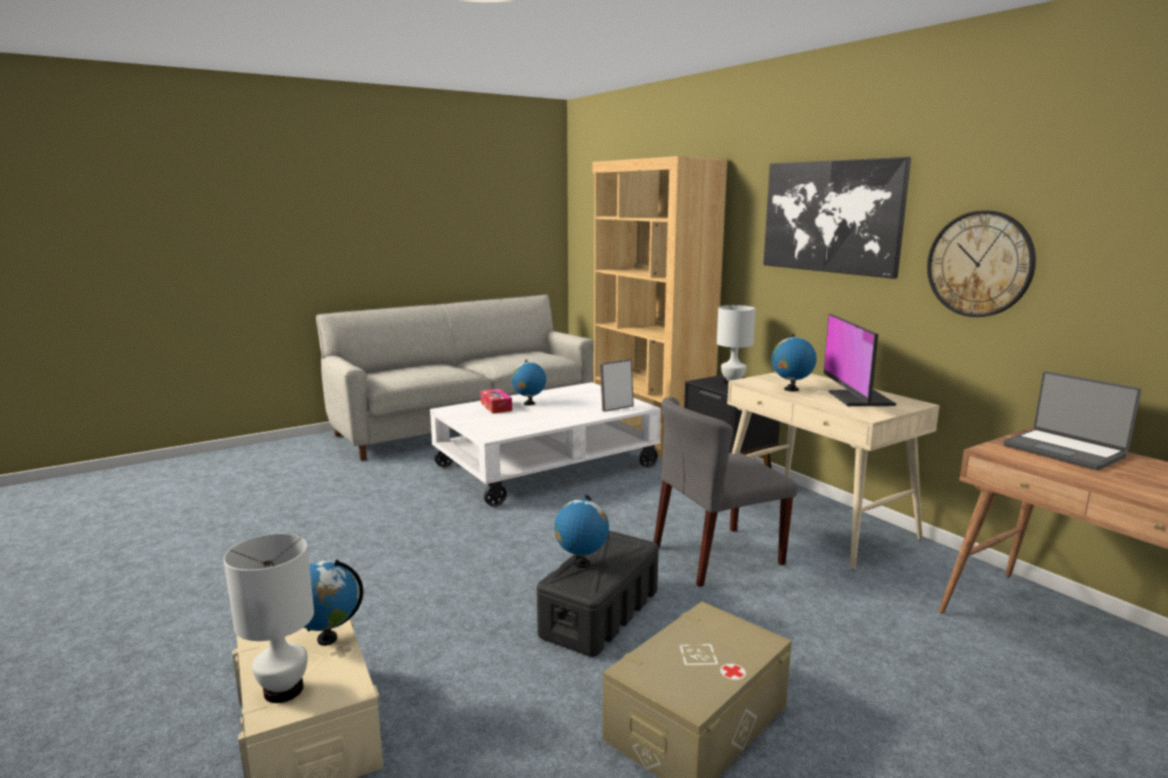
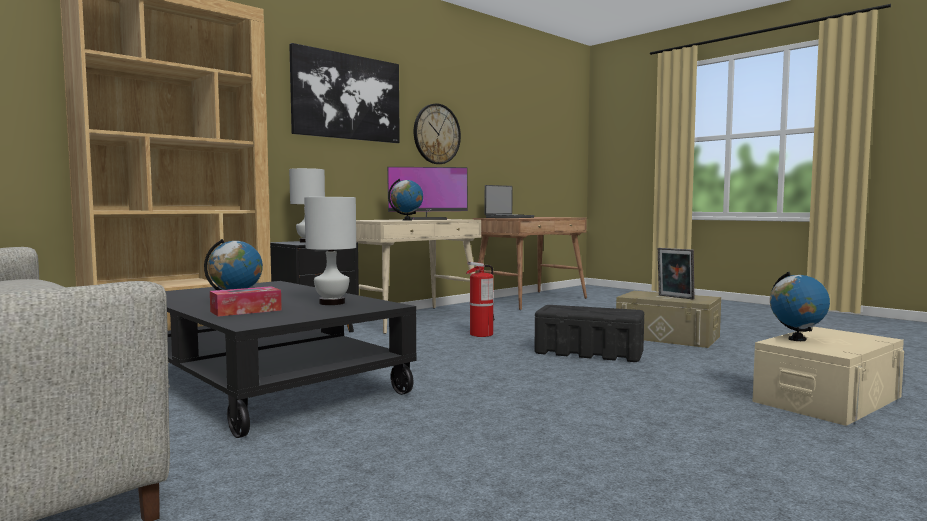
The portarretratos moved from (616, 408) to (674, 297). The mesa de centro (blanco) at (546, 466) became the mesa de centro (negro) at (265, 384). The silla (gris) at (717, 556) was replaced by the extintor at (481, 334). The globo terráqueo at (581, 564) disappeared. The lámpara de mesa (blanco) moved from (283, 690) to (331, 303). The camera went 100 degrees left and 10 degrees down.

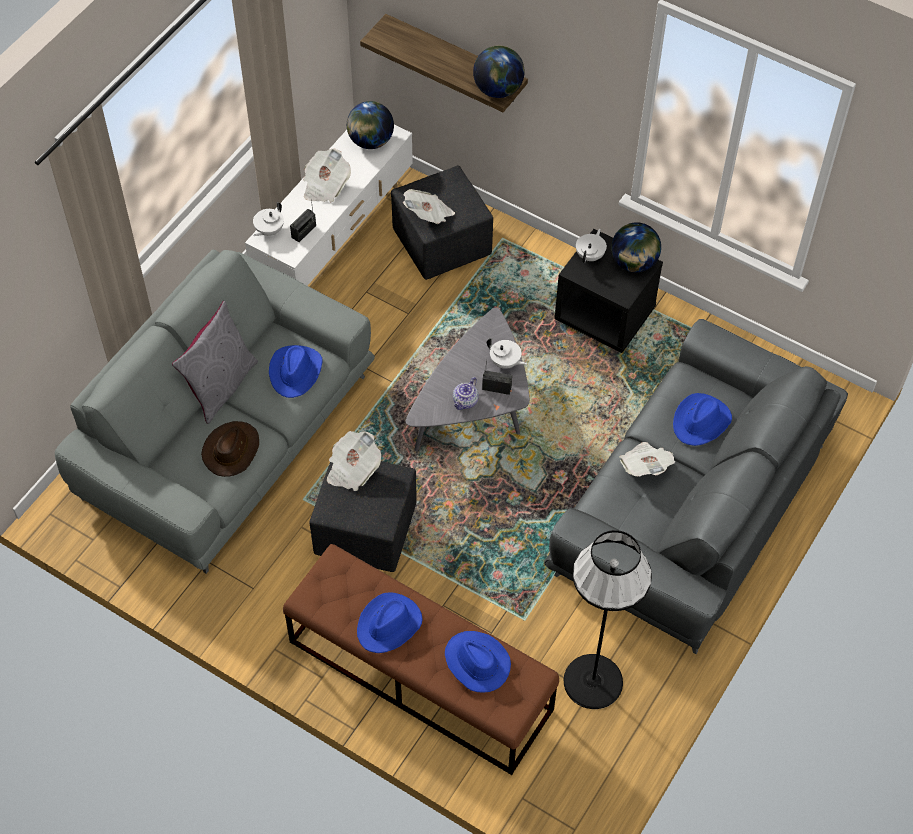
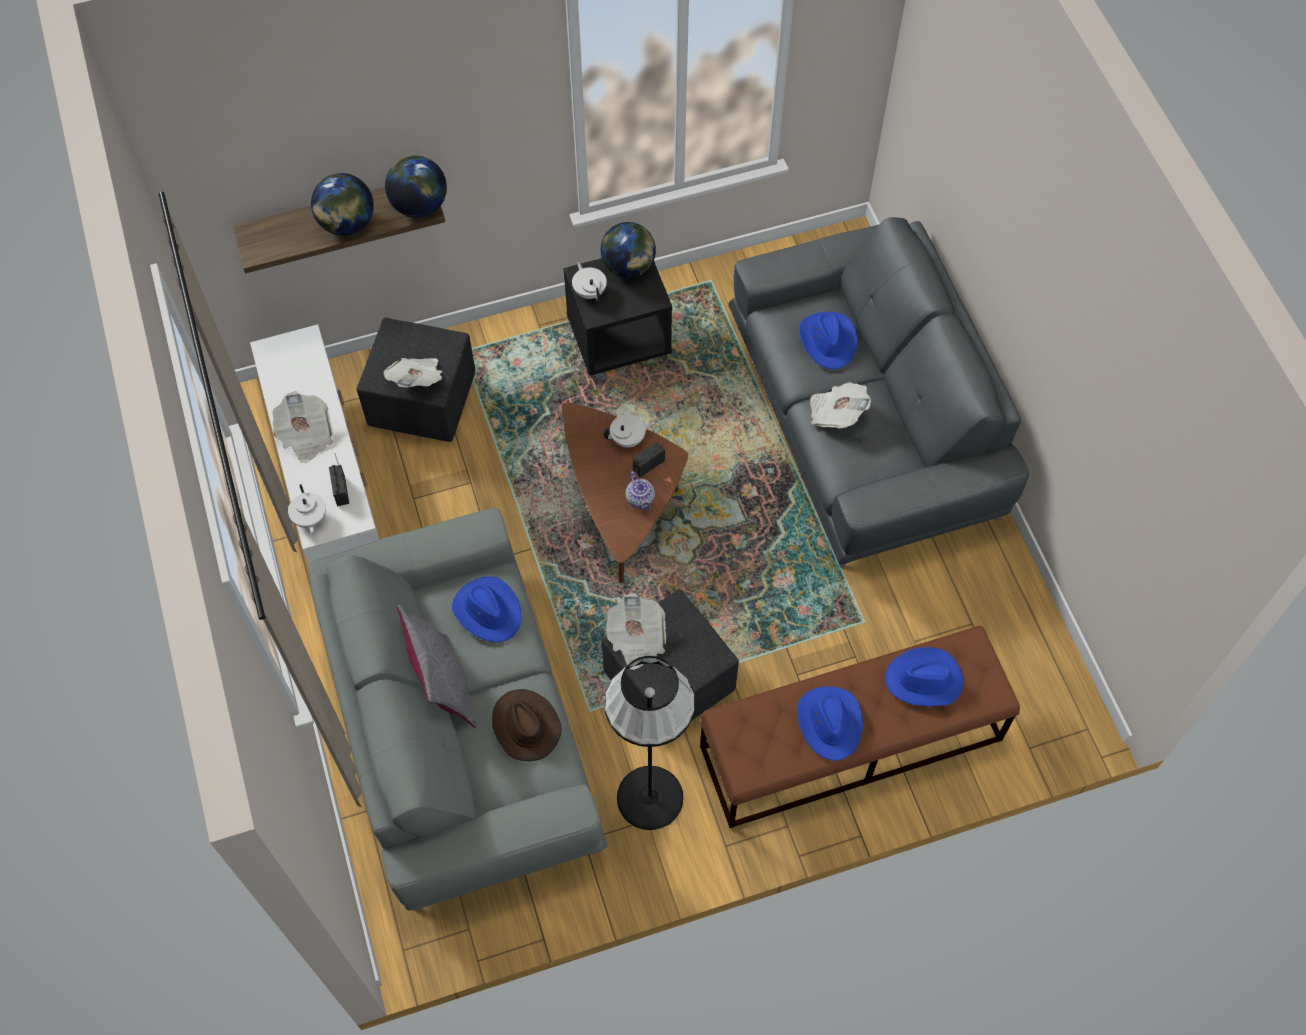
The globo terráqueo moved from (370, 141) to (347, 224). The mesa de centro (gris) at (474, 410) became the mesa de centro (marrón) at (622, 505). The lámpara de pie (negro) moved from (592, 681) to (649, 797). The camera went 50 degrees left and 5 degrees up.

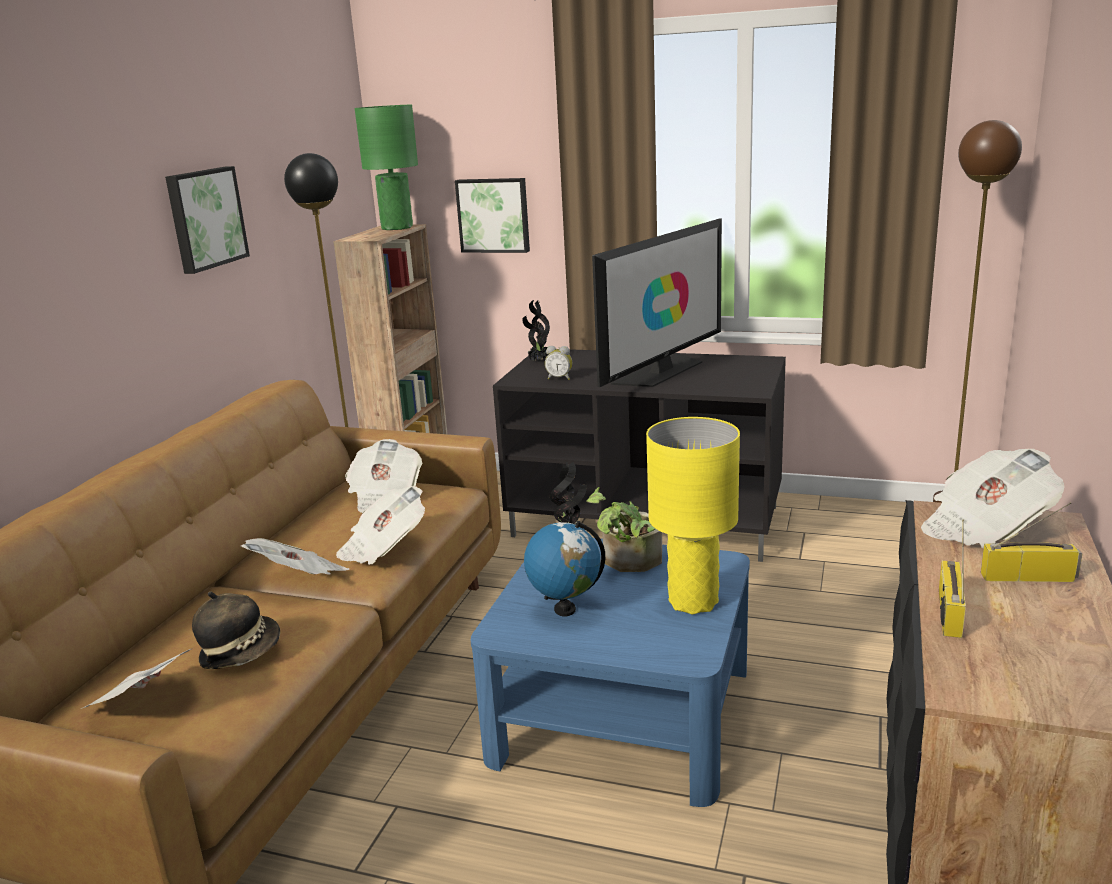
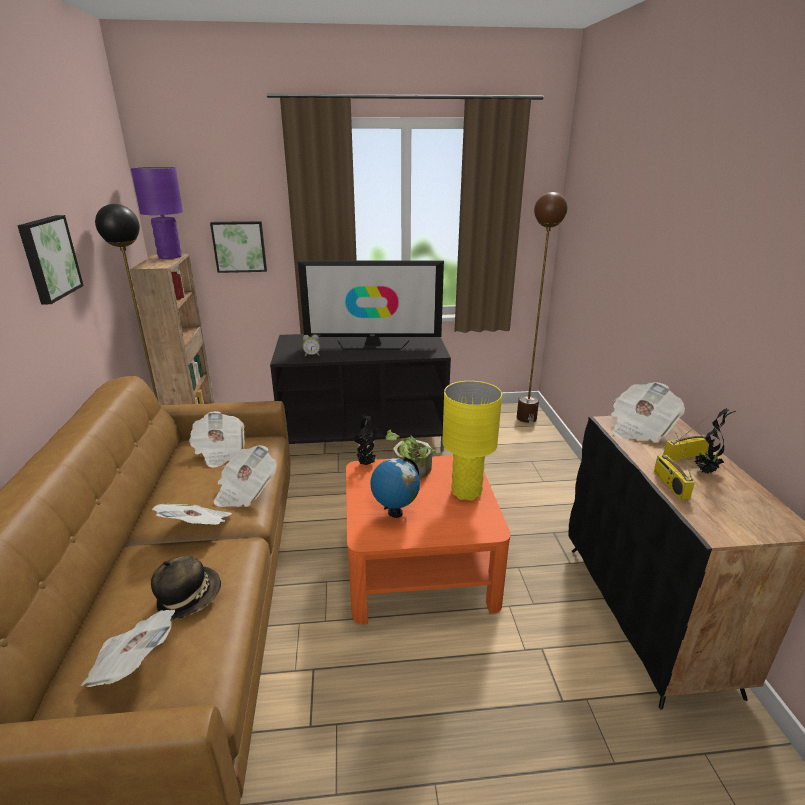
The lámpara de mesa (verde) at (397, 228) became the lámpara de mesa (morado) at (170, 257). The televisor at (661, 371) turned 75 degrees clockwise. The planta en maceta moved from (538, 361) to (705, 472). The mesa de centro (azul) at (621, 712) became the mesa de centro (naranja) at (418, 564). The camera went 25 degrees left and 5 degrees up.

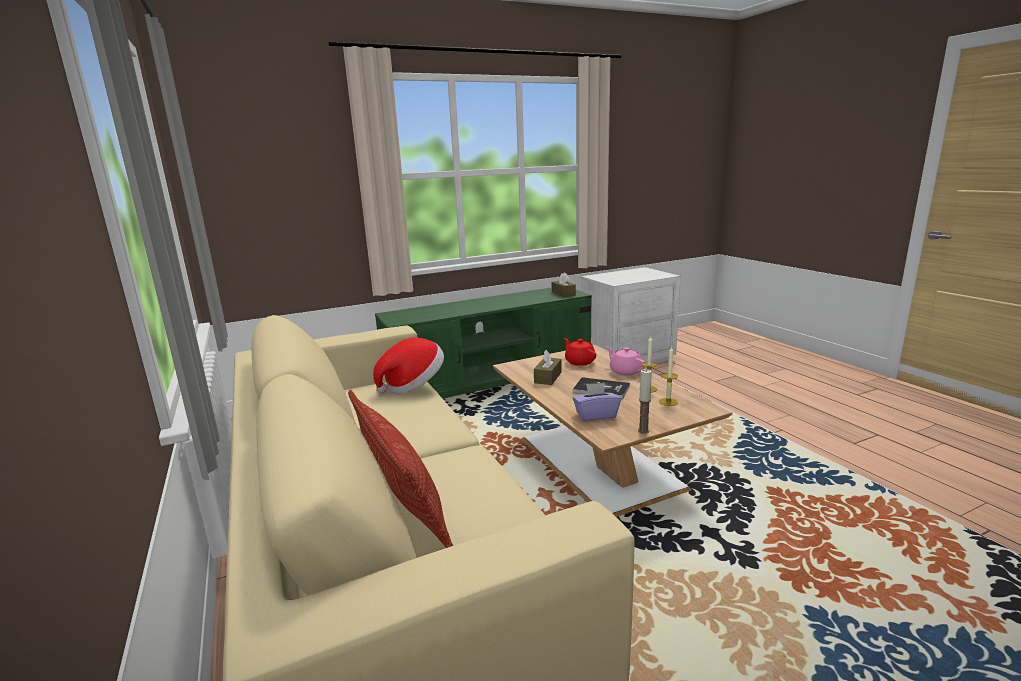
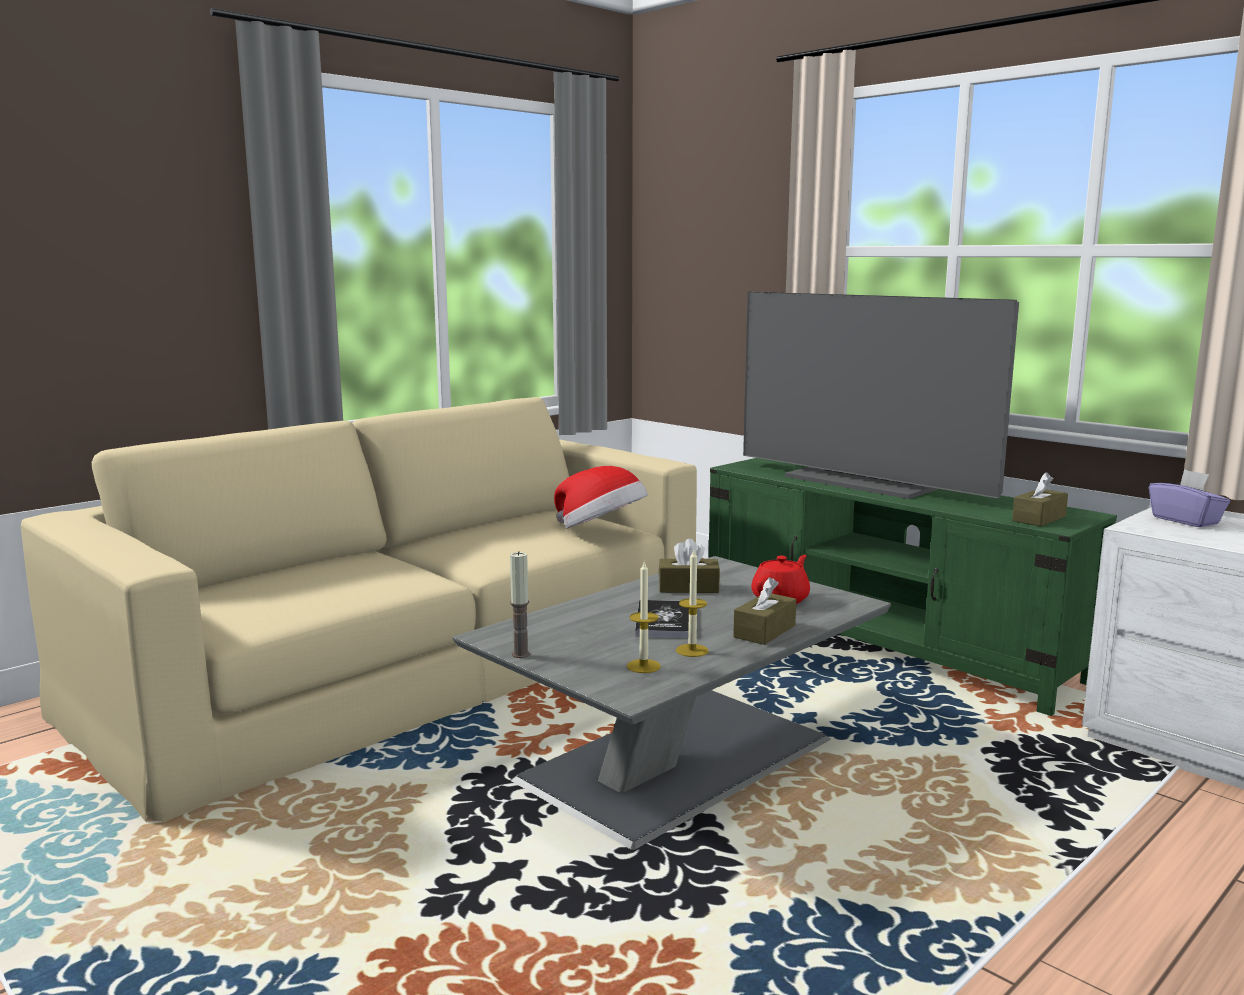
The mesa de centro (marrón) at (595, 461) became the mesa de centro (gris) at (680, 758). The tetera (rosa) at (625, 371) was replaced by the caja de pañuelos (marrón) at (764, 631). The caja de pañuelos (morado) moved from (596, 415) to (1185, 520). The cojín at (403, 506) disappeared. The televisor at (864, 482) appeared. The camera went 70 degrees right and 5 degrees down.

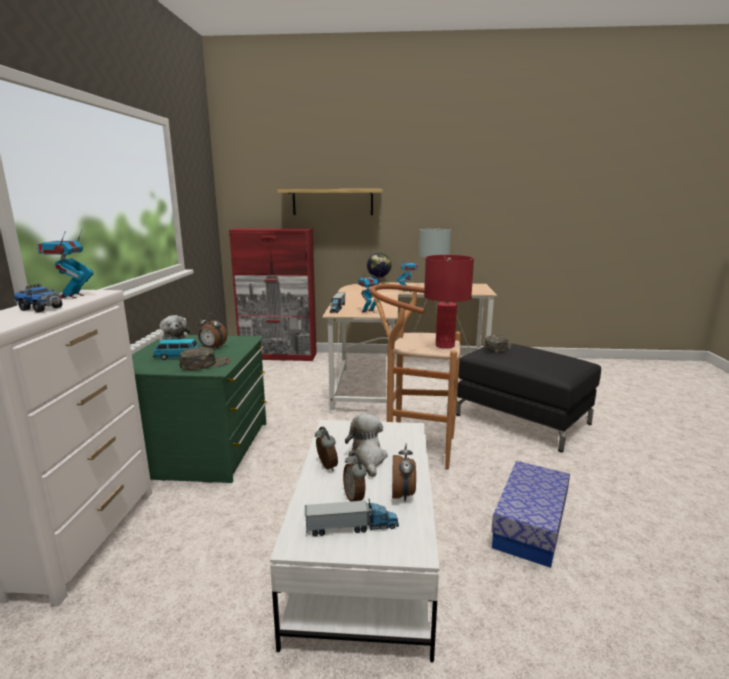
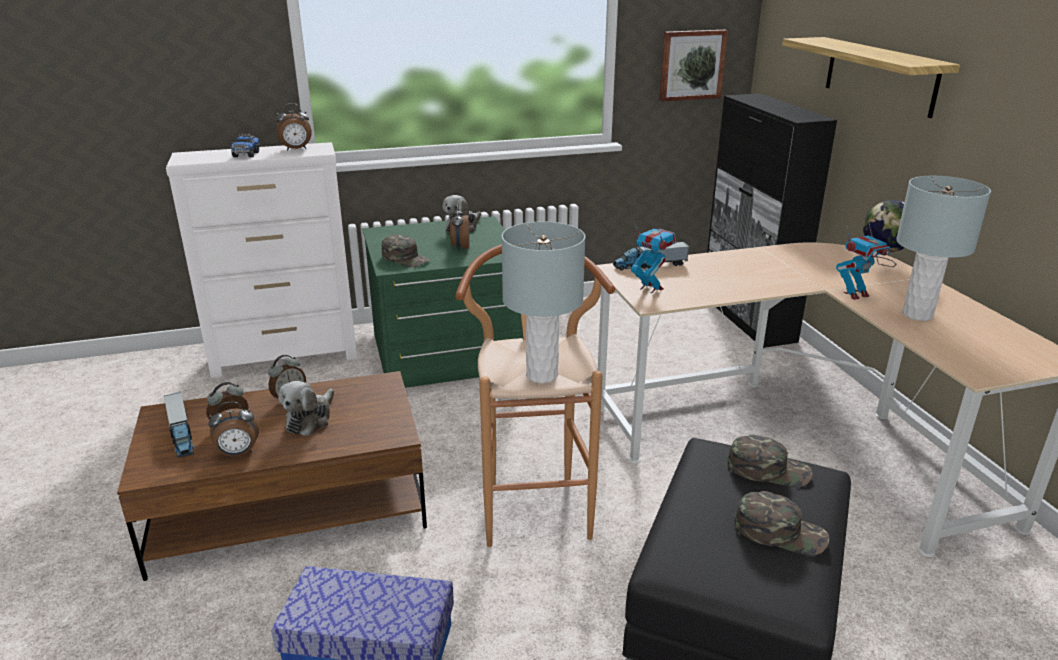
The armario (rojo) at (279, 356) became the armario (negro) at (747, 318). The robot de juguete at (71, 296) was replaced by the despertador at (296, 149). The lámpara de mesa (rojo) at (445, 345) became the lámpara de mesa (gris) at (541, 375). The coche de juguete at (176, 356) disappeared. The peluche at (367, 459) turned 135 degrees clockwise. The mesa de centro (blanco) at (364, 552) became the mesa de centro (marrón) at (290, 507). The cuadro at (691, 65) appeared. The gorra (verde) at (780, 531) appeared. The camera went 70 degrees right and 10 degrees up.

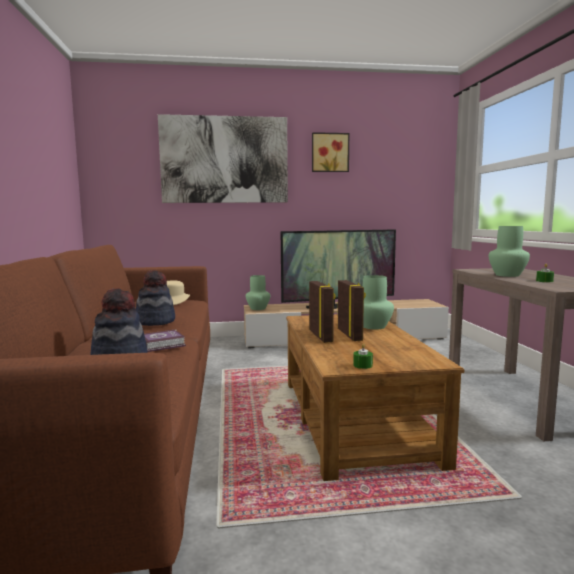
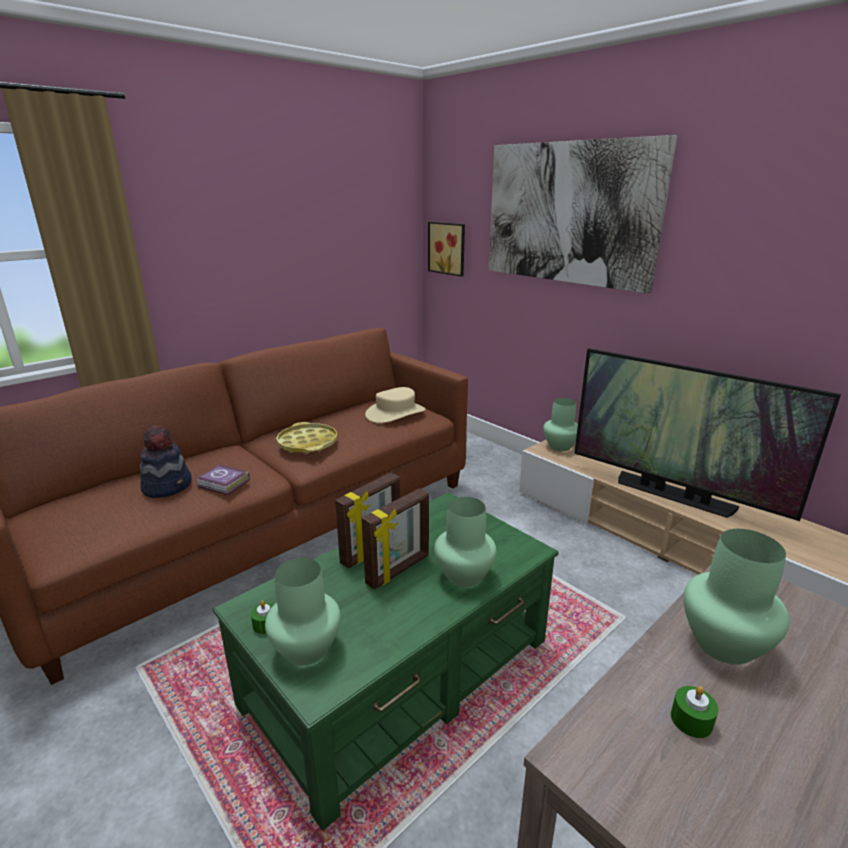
The cuadro moved from (329, 152) to (448, 248). The sombrero at (155, 321) was replaced by the bandeja (amarillo) at (308, 443). The mesa de centro (marrón) at (355, 418) became the mesa de centro (verde) at (402, 672). The florero (verde) at (307, 648) appeared. The camera went 55 degrees right and 15 degrees up.

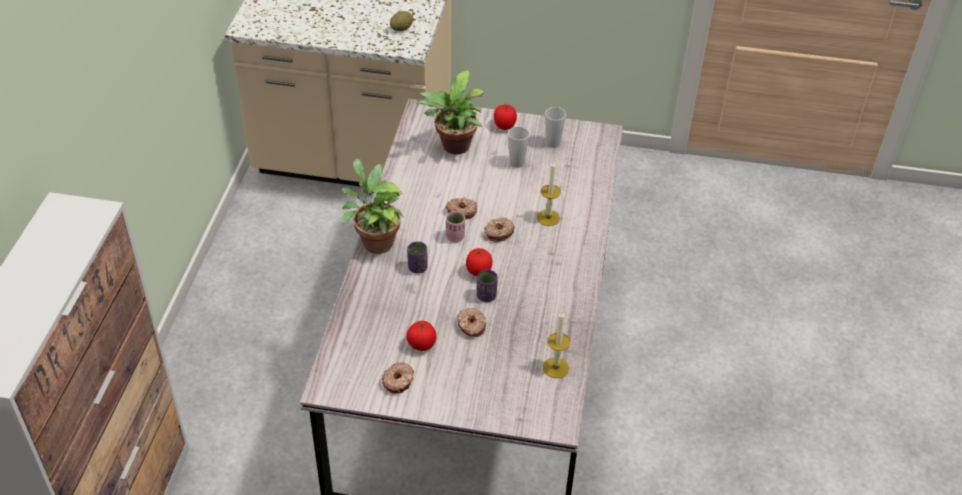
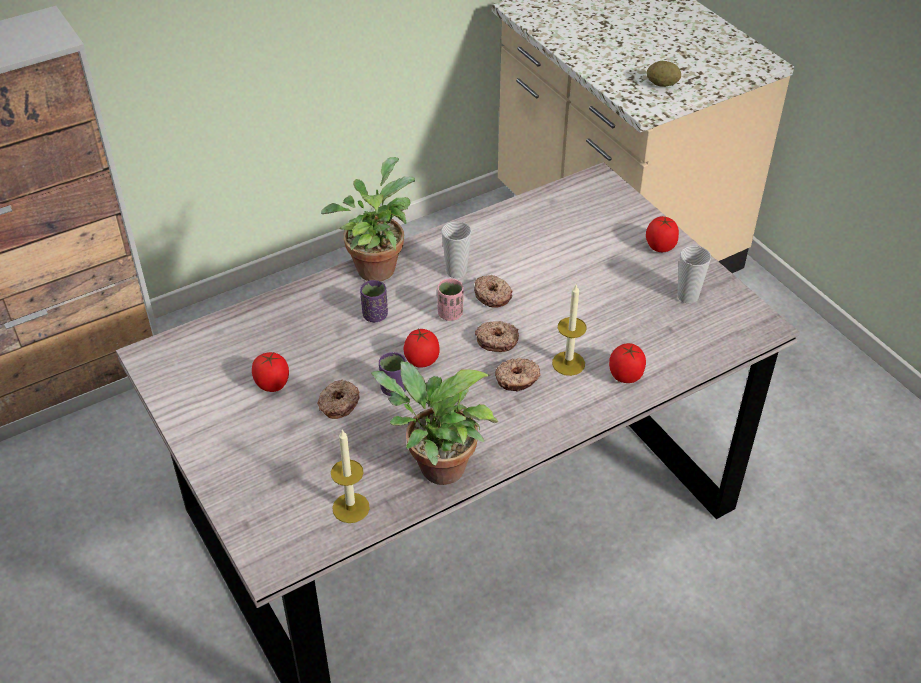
The planta en maceta moved from (453, 148) to (436, 468). The taza moved from (517, 163) to (456, 271). The rosquilla moved from (398, 381) to (517, 379). The tomate at (626, 376) appeared. The camera went 50 degrees right and 0 degrees up.

